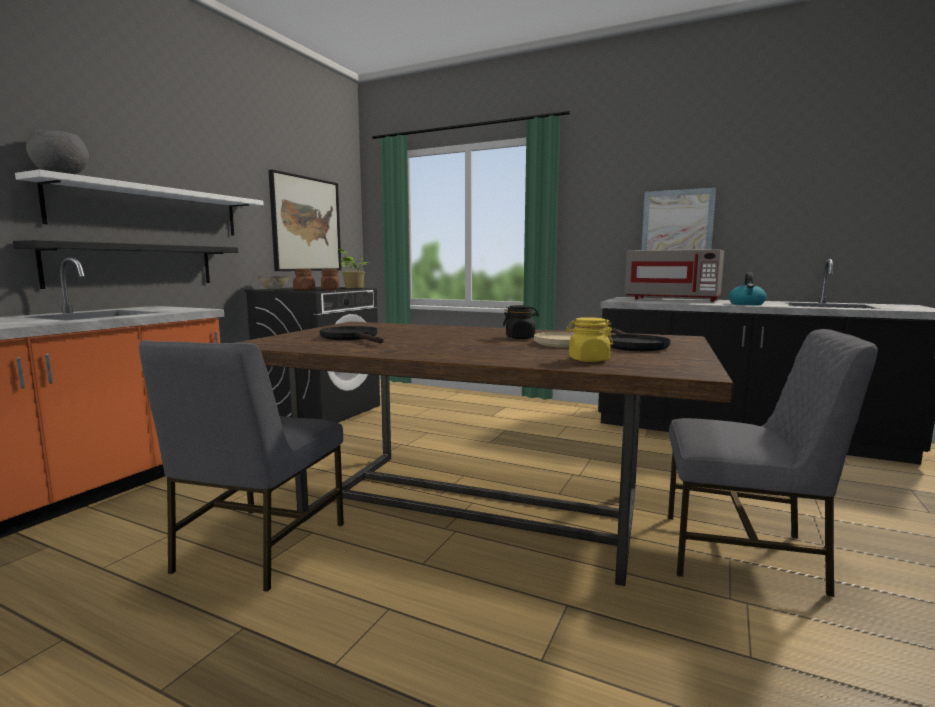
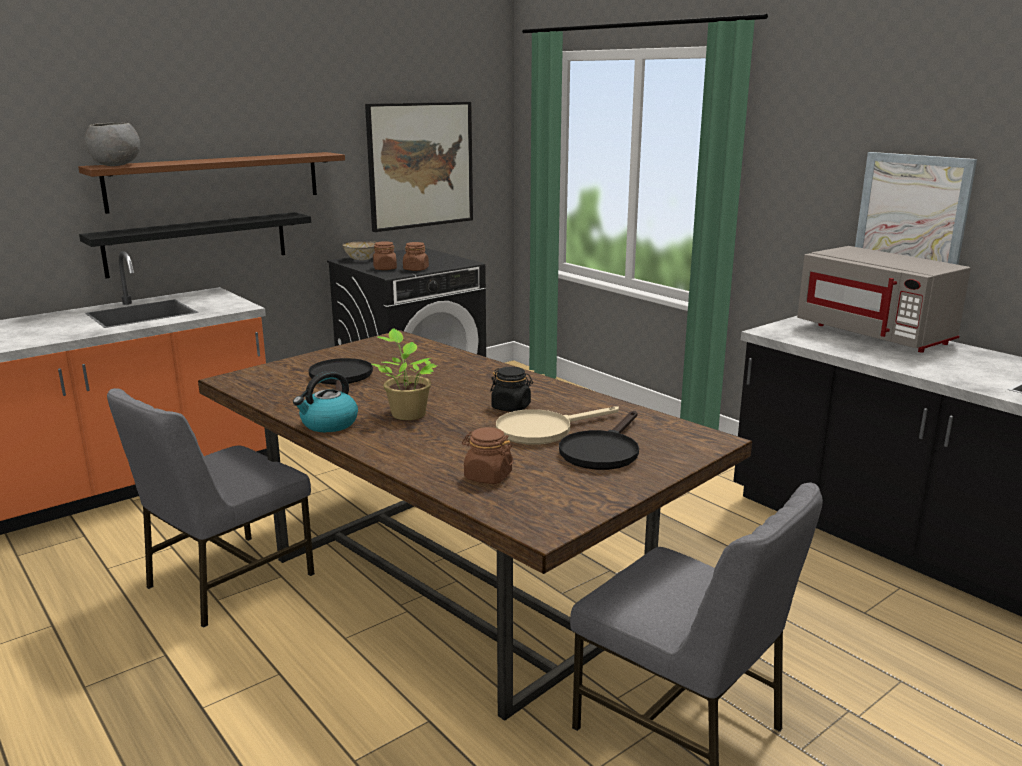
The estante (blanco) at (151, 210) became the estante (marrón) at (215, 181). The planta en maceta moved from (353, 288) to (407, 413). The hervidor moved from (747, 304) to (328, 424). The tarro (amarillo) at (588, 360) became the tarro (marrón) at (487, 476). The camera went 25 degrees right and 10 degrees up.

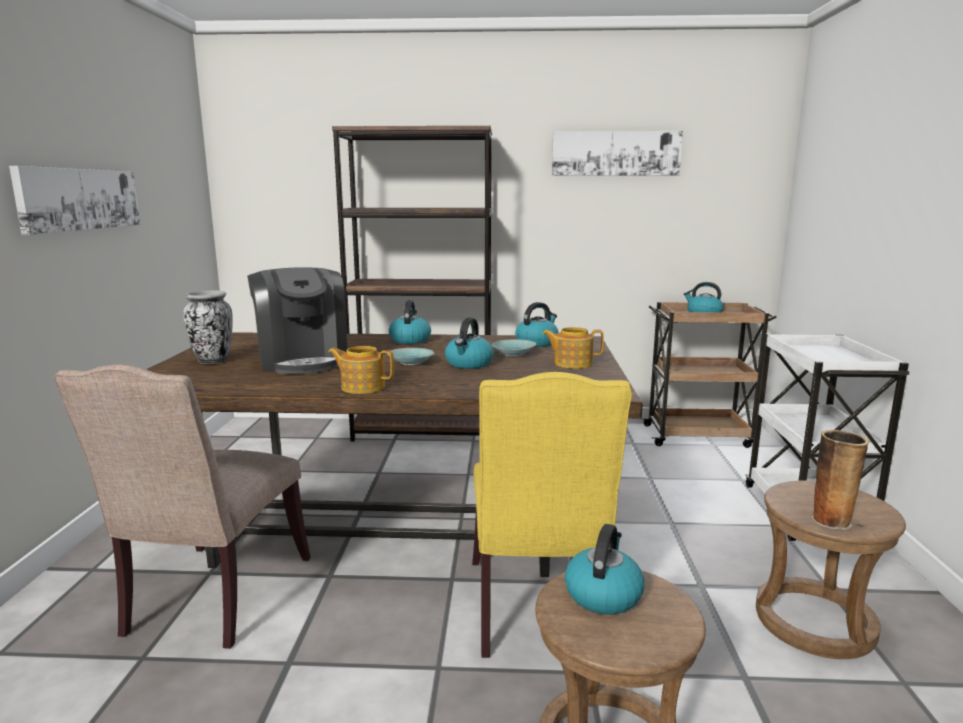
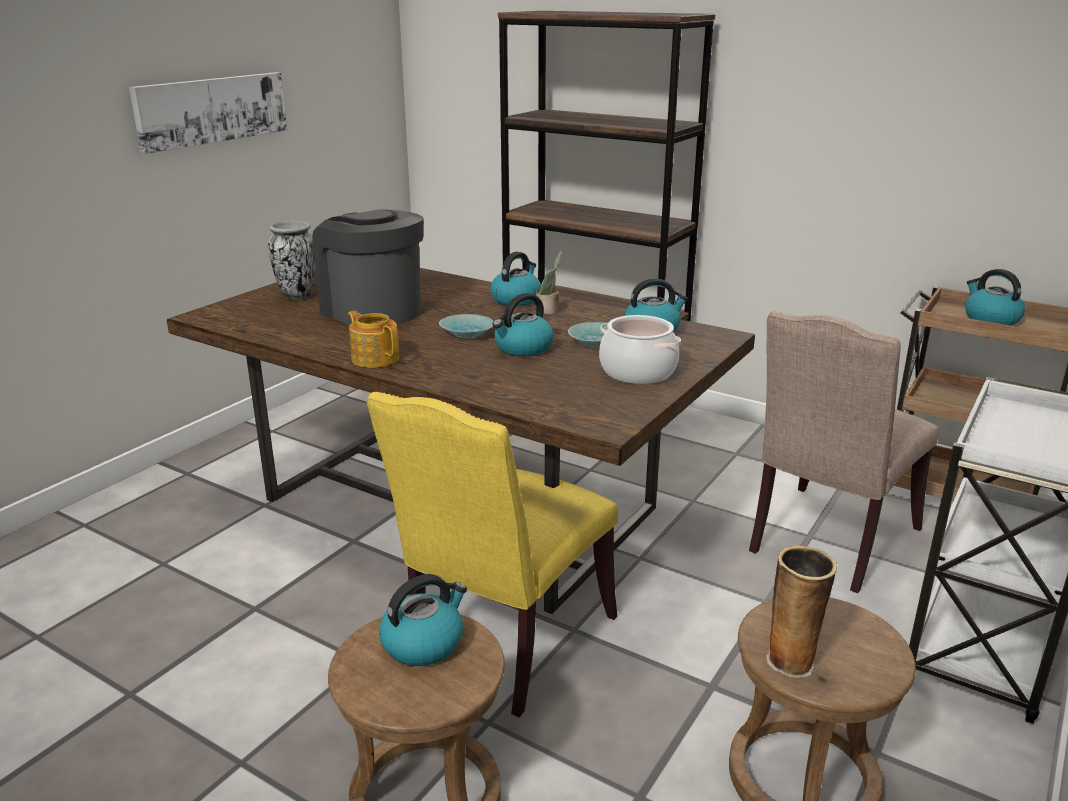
The cuadro at (615, 153) disappeared. The cafetera at (302, 360) turned 135 degrees clockwise. The tetera at (572, 363) was replaced by the olla at (638, 371). The silla (beis) moved from (213, 598) to (828, 542). The planta en maceta at (549, 311) appeared. The camera went 30 degrees right and 10 degrees up.

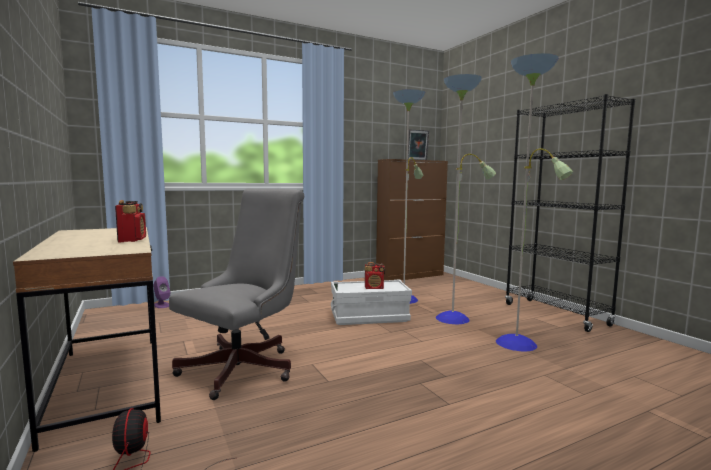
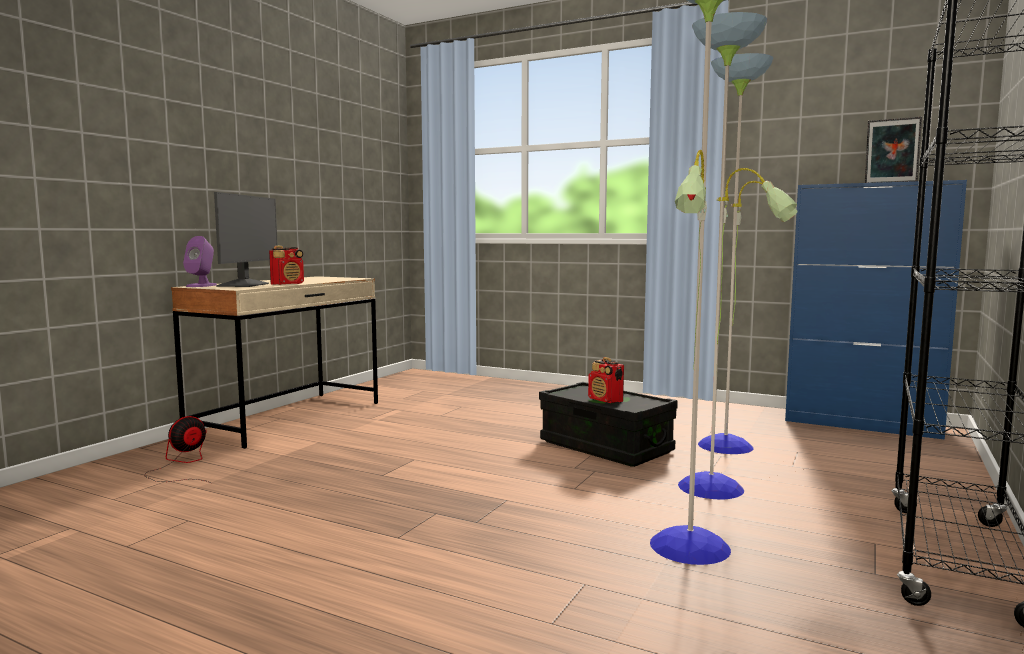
The armario (marrón) at (410, 276) became the armario (azul) at (862, 424). The silla de oficina (gris) at (245, 367) disappeared. The altavoz (morado) moved from (161, 305) to (201, 285). The caja de almacenaje (blanco) at (369, 317) became the caja de almacenaje (negro) at (605, 446). The monitor at (244, 285) appeared. The camera went 55 degrees right and 0 degrees up.

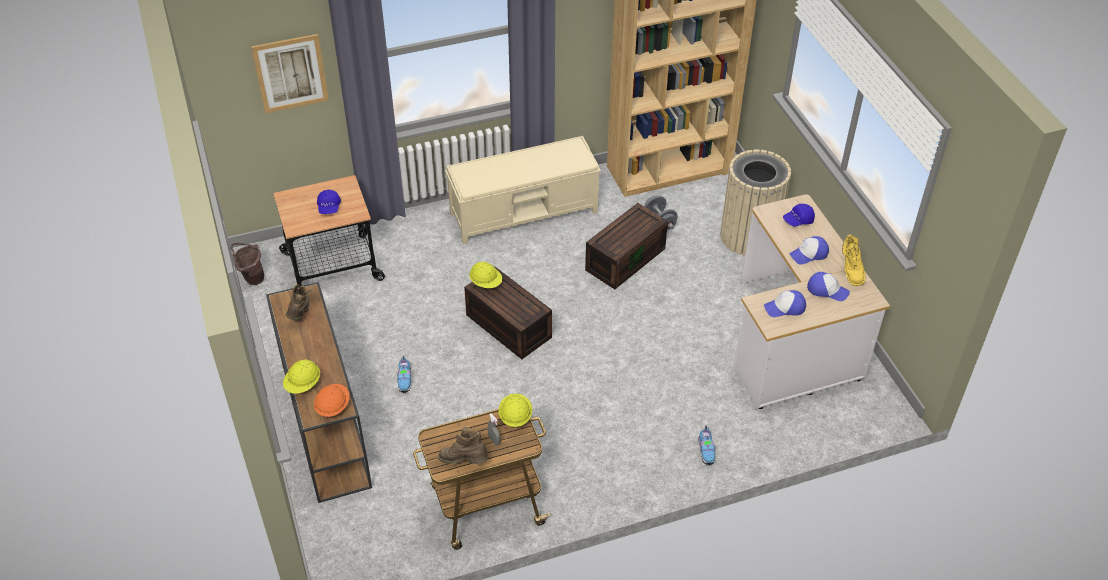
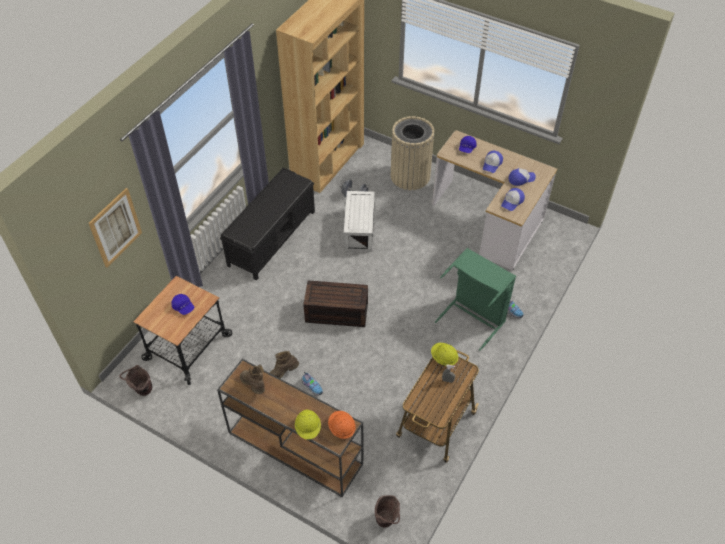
The banco (beis) at (524, 212) became the banco (negro) at (272, 237). The caja de almacenaje (marrón) at (625, 258) became the caja de almacenaje (blanco) at (358, 229). The bota (amarillo) at (851, 271) disappeared. The casco (amarillo) at (486, 283) disappeared. The bota (marrón) moved from (464, 461) to (283, 373). The cesto de la ropa (verde) at (474, 317) appeared. The cubo (marrón) at (387, 521) appeared. The camera went 40 degrees left and 5 degrees up.

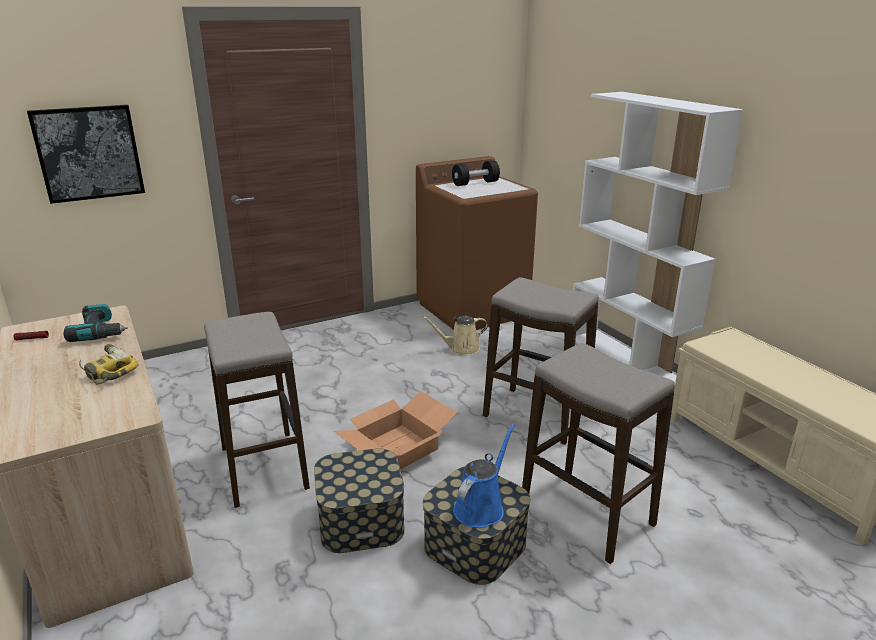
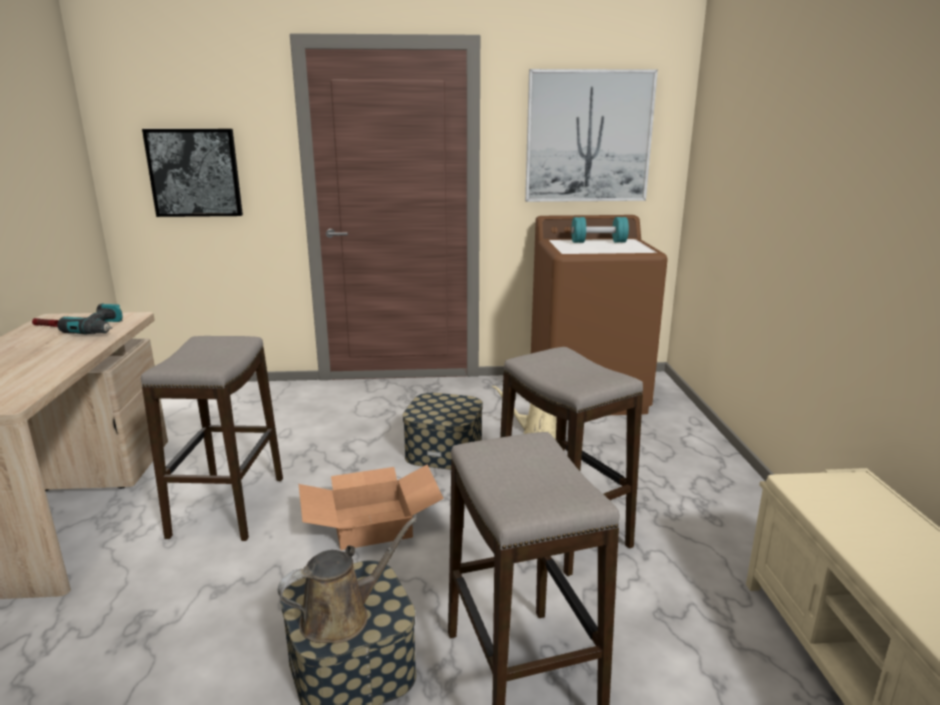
The estantería (blanco) at (626, 361) disappeared. The mancuerna (negro) at (475, 183) became the mancuerna (turquesa) at (598, 242). The taladro at (106, 371) disappeared. The regadera (azul) at (481, 507) became the regadera (marrón) at (341, 616). The caja de almacenaje moved from (360, 520) to (443, 450). The cuadro at (588, 137) appeared. The camera went 25 degrees right and 5 degrees down.

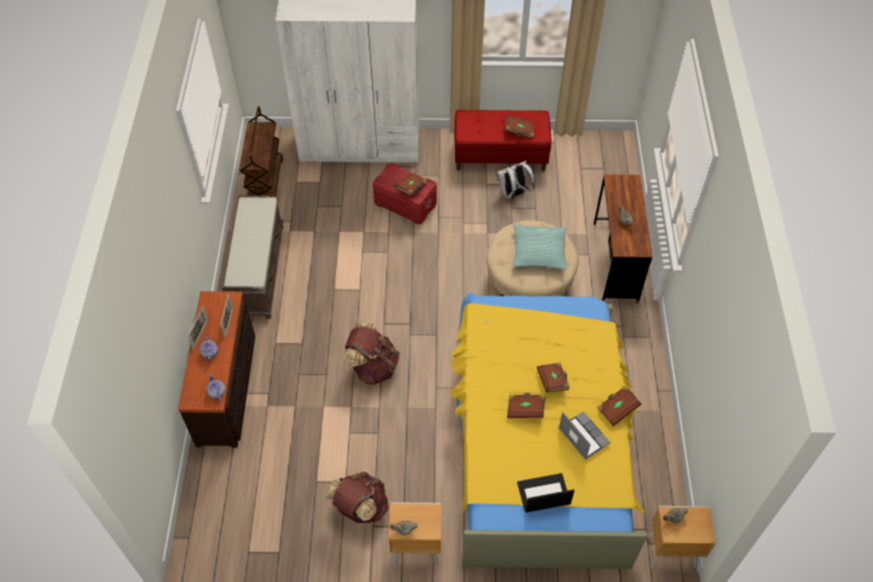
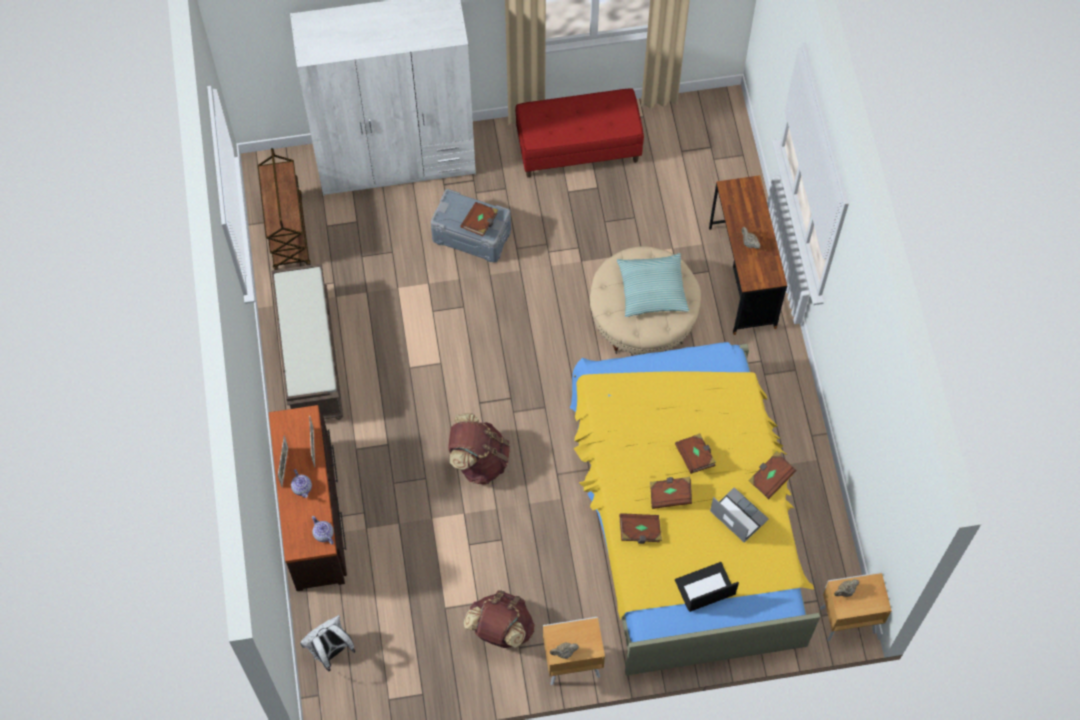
The libro (marrón) moved from (519, 131) to (640, 531). The mochila (blanco) moved from (513, 194) to (331, 651). The caja de almacenaje (rojo) at (405, 203) became the caja de almacenaje (gris) at (472, 235). The camera went 10 degrees left and 10 degrees up.

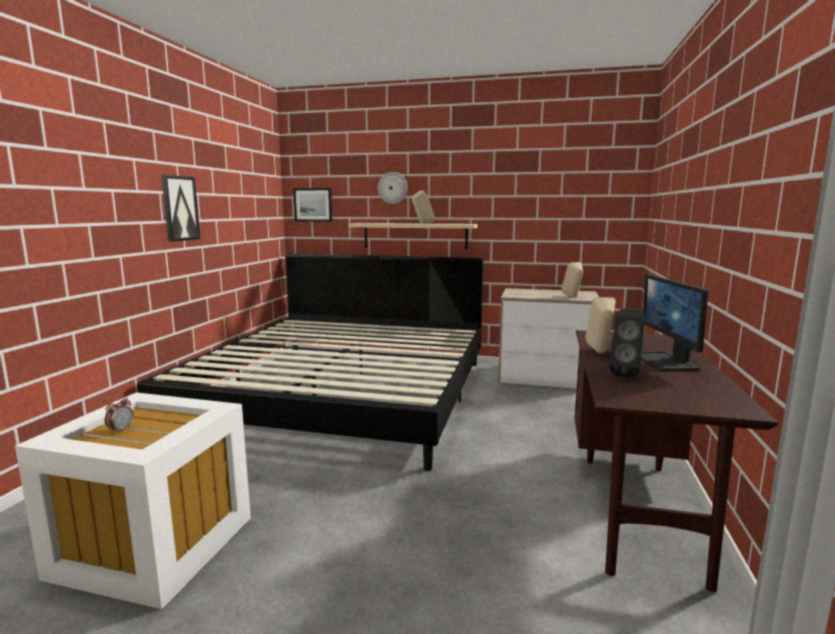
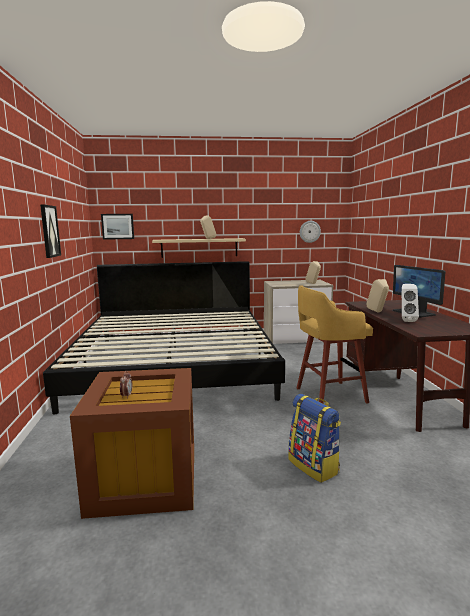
The reloj de pared moved from (393, 188) to (309, 231). The altavoz (negro) at (625, 373) became the altavoz (blanco) at (406, 320). The caja de almacenaje (blanco) at (154, 544) became the caja de almacenaje (marrón) at (143, 478). The taburete (amarillo) at (328, 395) appeared. The mochila at (314, 466) appeared. The camera went 20 degrees left and 0 degrees up.

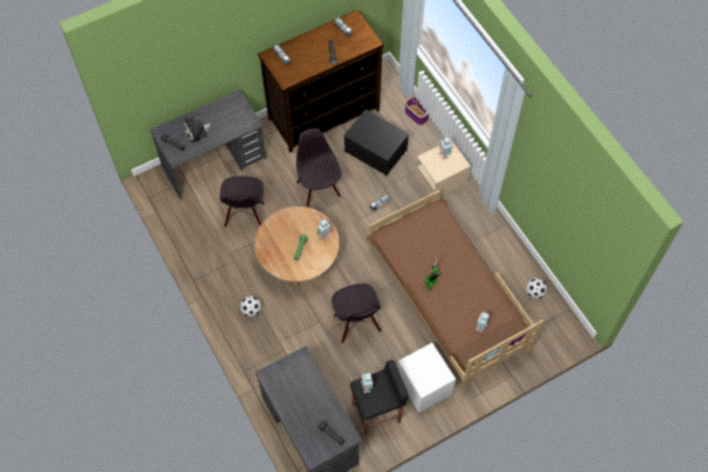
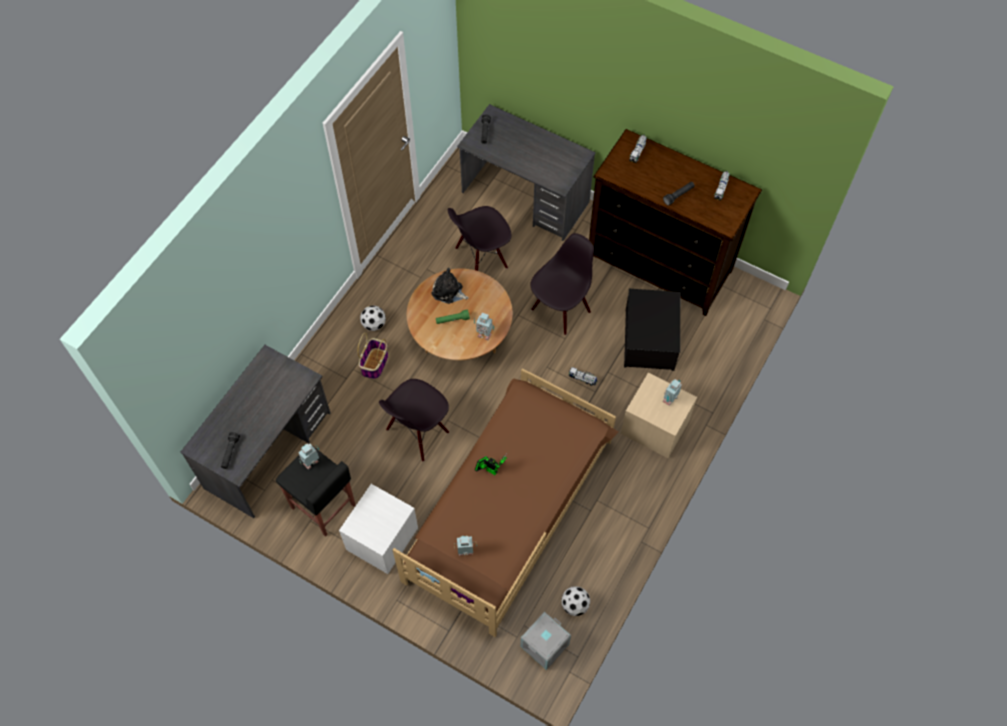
The cesta moved from (417, 115) to (375, 364). The peluche moved from (197, 132) to (448, 291). The caja de almacenaje (gris) at (545, 646) appeared. The camera went 60 degrees right and 0 degrees up.

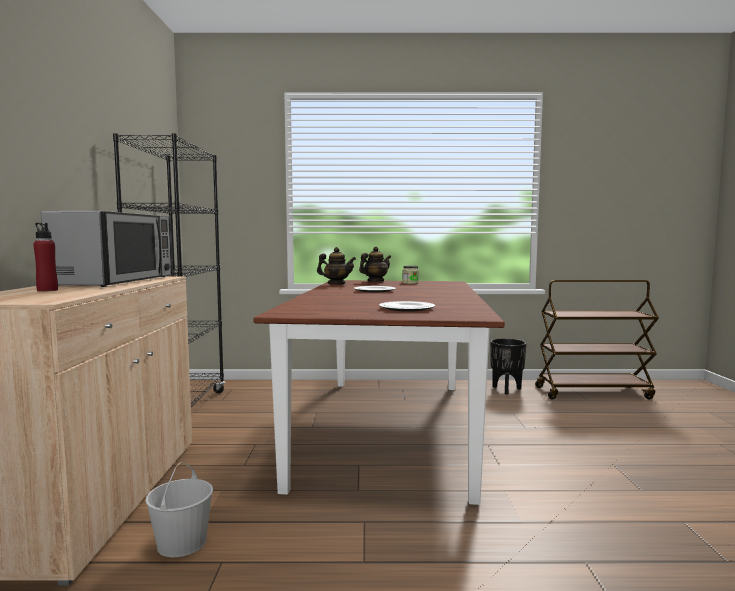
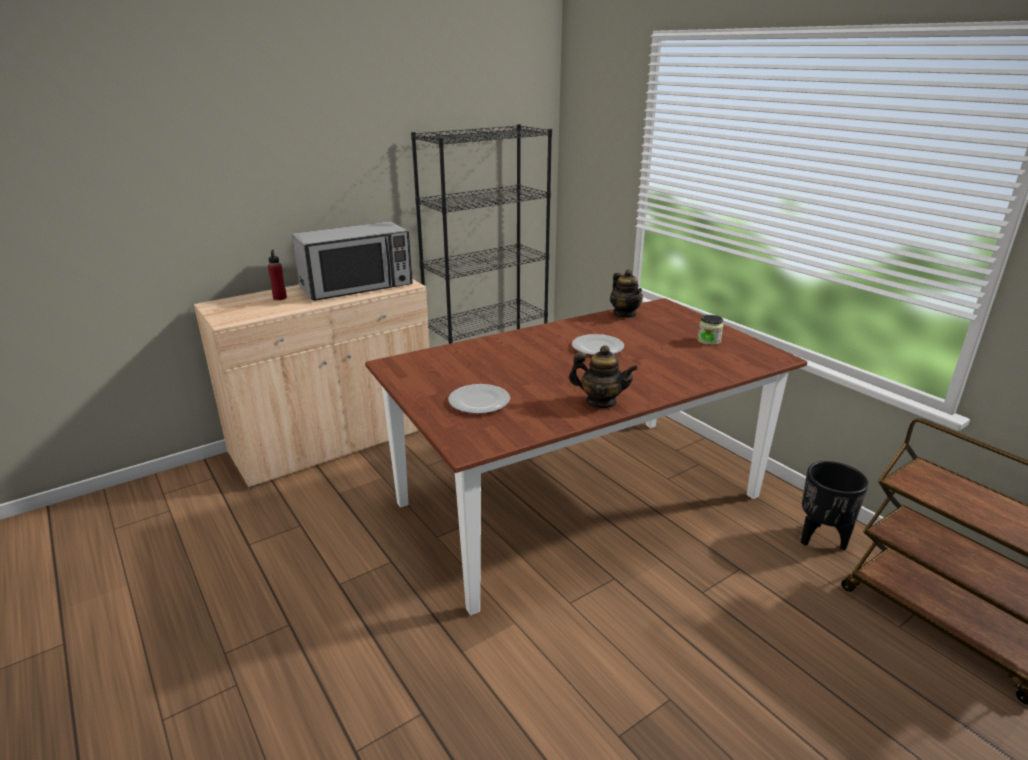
The tetera moved from (375, 281) to (601, 402). The cubo (blanco) at (182, 542) disappeared. The camera went 55 degrees right and 20 degrees up.

